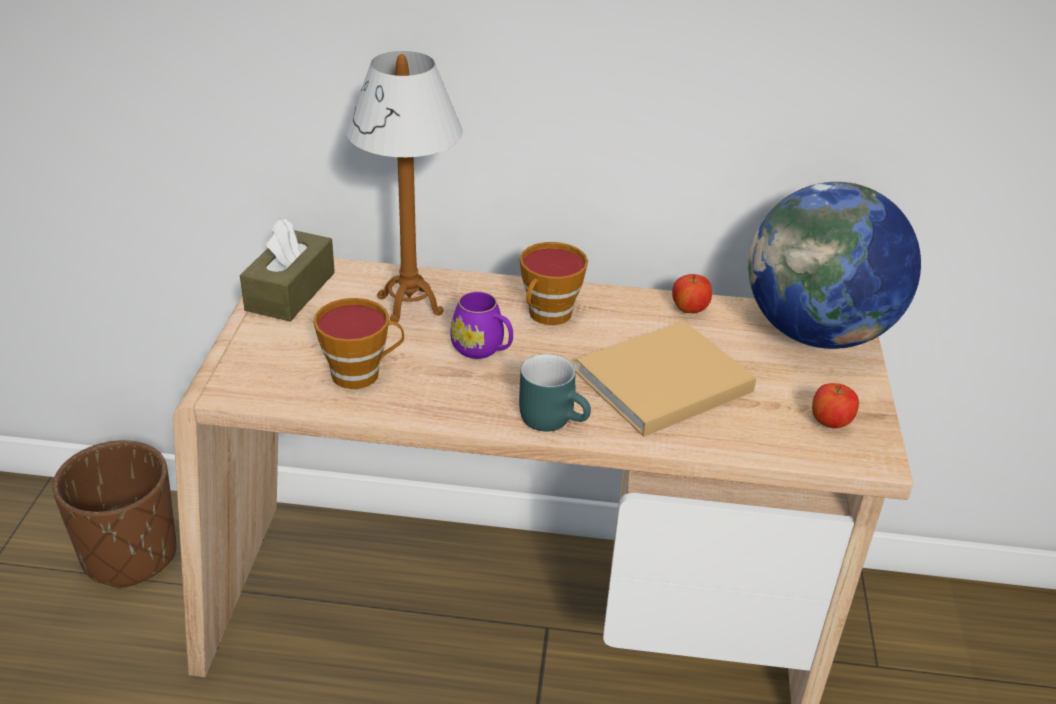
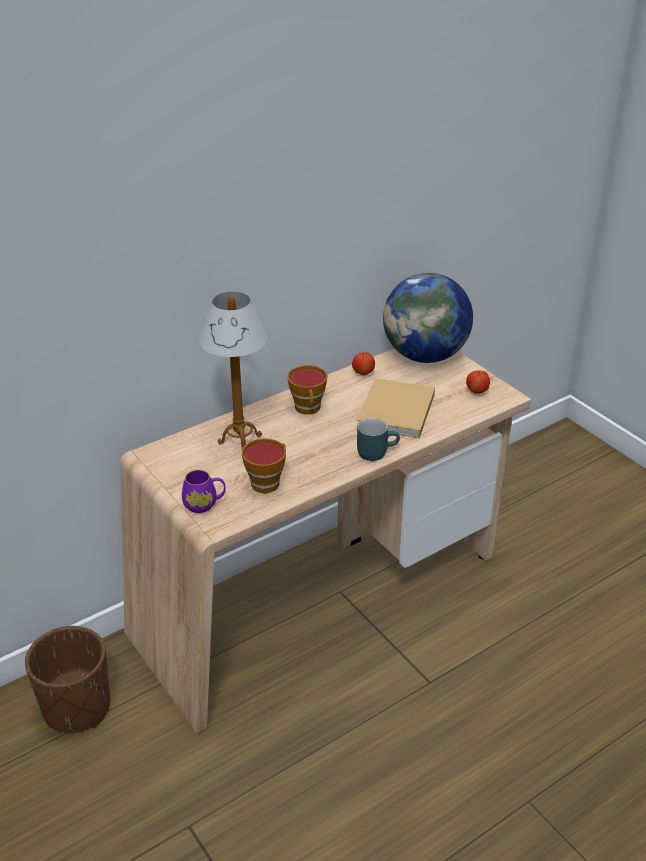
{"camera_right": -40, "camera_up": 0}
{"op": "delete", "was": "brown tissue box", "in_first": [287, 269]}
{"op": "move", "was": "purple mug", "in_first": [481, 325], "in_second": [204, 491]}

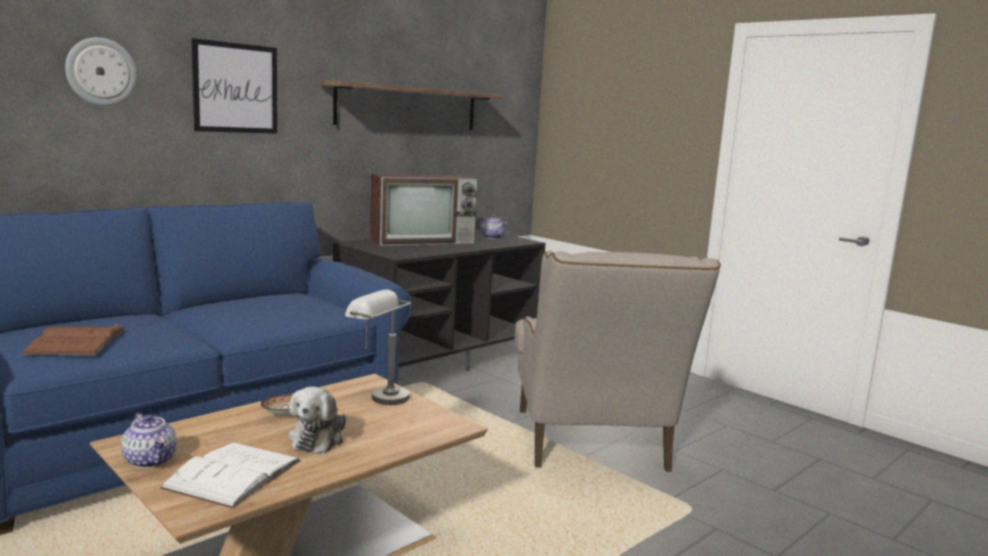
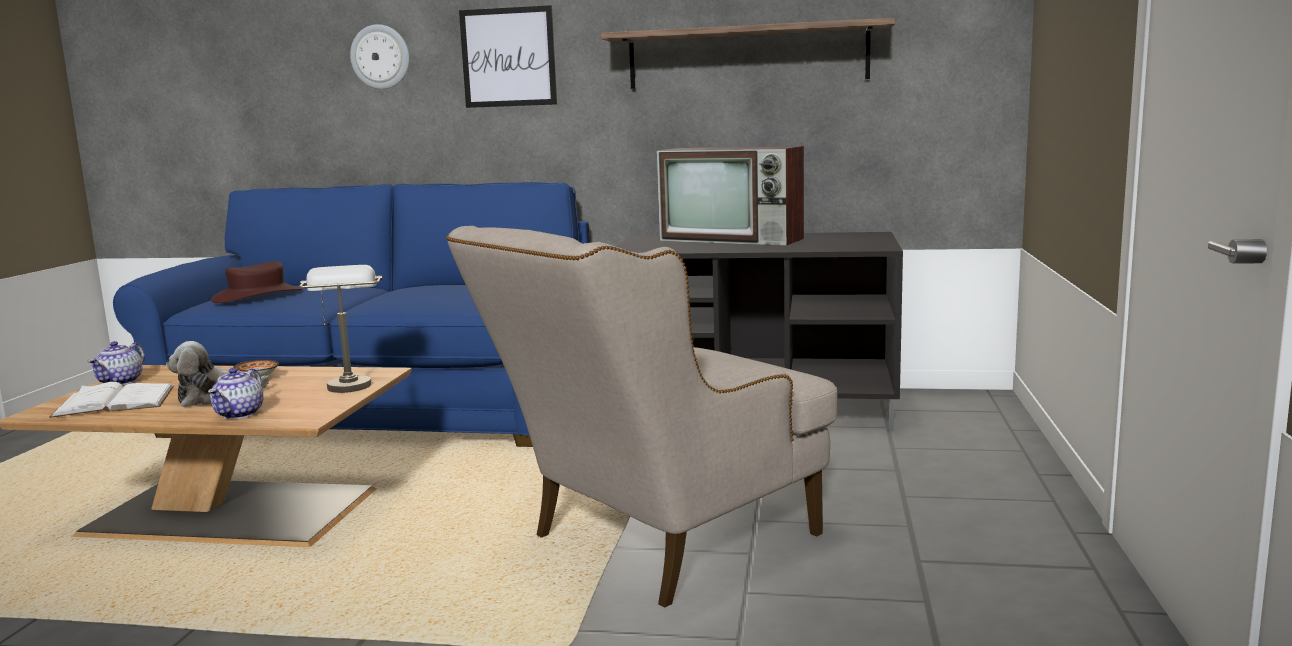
{"camera_right": 55, "camera_up": 0}
{"op": "replace", "was": "brown book", "now": "brown hat", "in_first": [73, 339], "in_second": [257, 282]}
{"op": "move", "was": "teapot", "in_first": [493, 227], "in_second": [235, 393]}

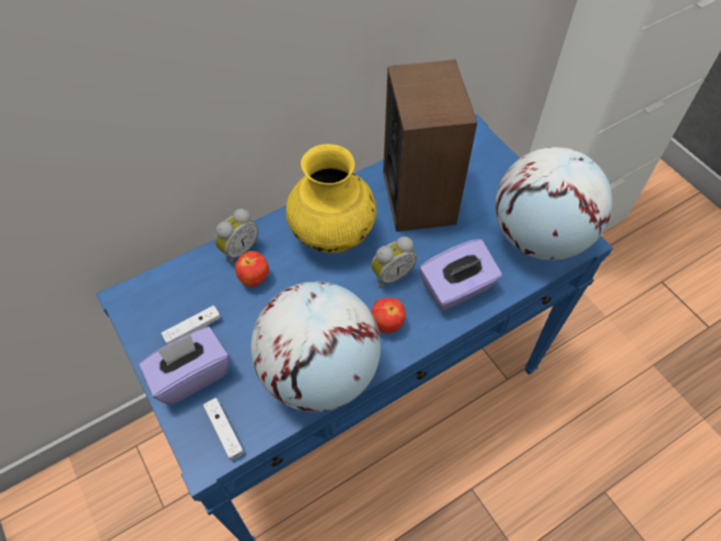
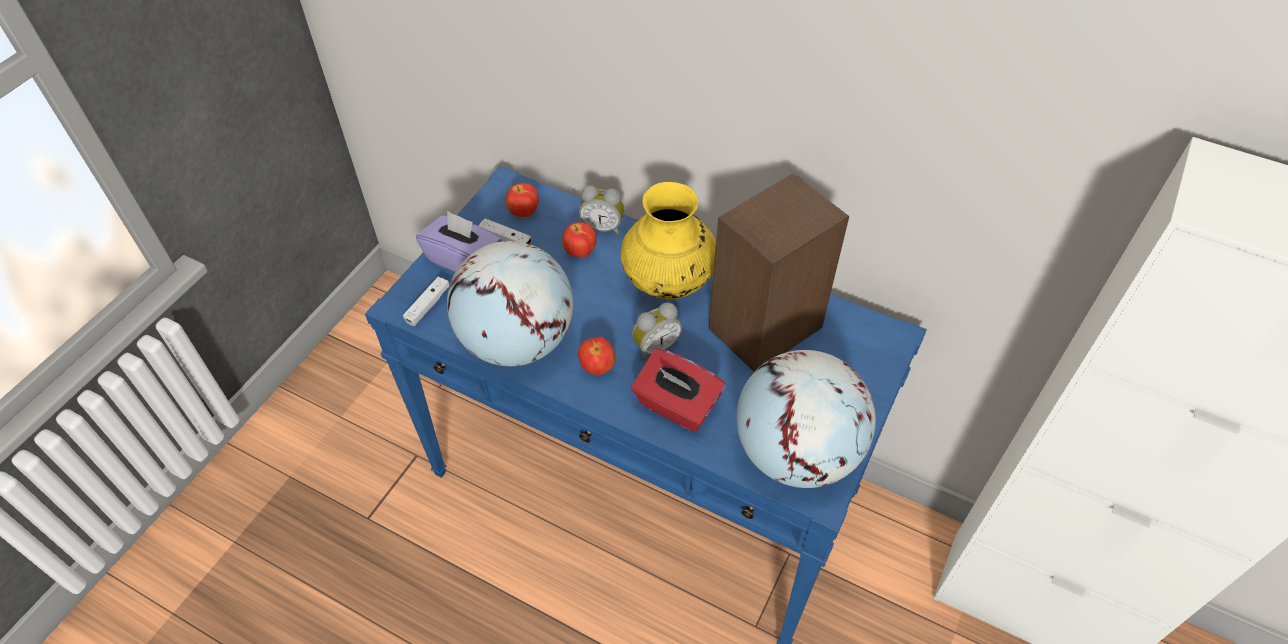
{"camera_right": 60, "camera_up": -5}
{"op": "rotate", "was": "alarm clock", "in_first": [394, 262], "in_second": [657, 331], "clockwise": -60}
{"op": "recolor", "was": "purple tissue box", "now": "red tissue box", "in_first": [460, 275], "in_second": [678, 390]}
{"op": "insert", "now": "apple", "in_second": [522, 200]}

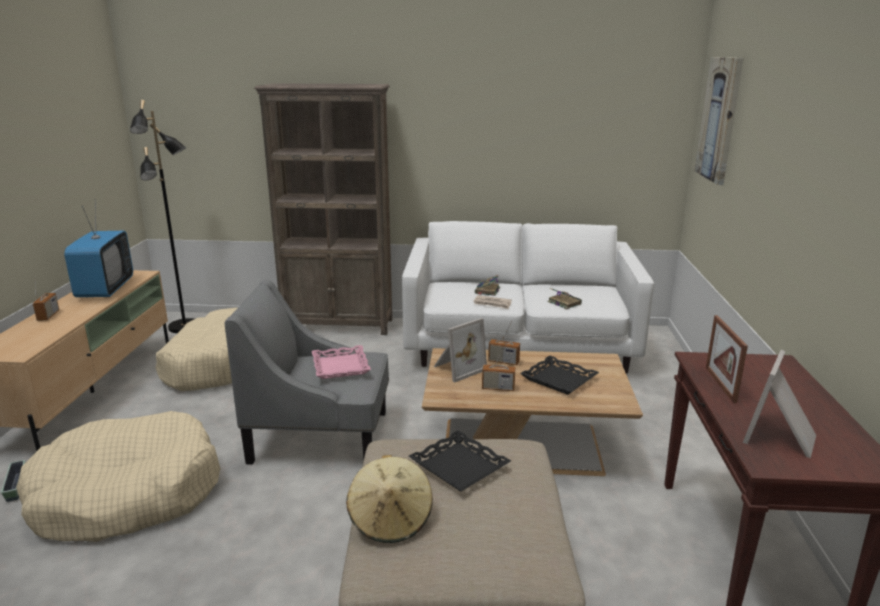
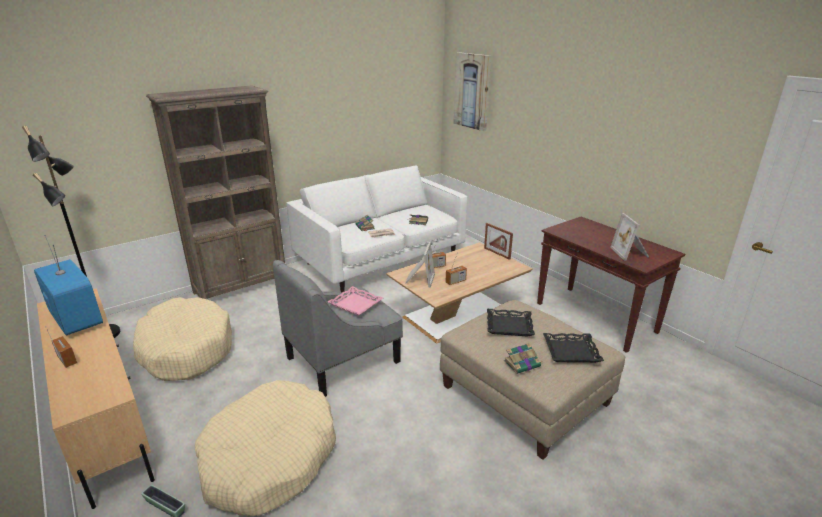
{"camera_right": -40, "camera_up": 5}
{"op": "replace", "was": "beige hat", "now": "book", "in_first": [389, 499], "in_second": [522, 358]}
{"op": "move", "was": "black tray", "in_first": [559, 375], "in_second": [573, 348]}
{"op": "move", "was": "picture frame", "in_first": [727, 359], "in_second": [498, 241]}

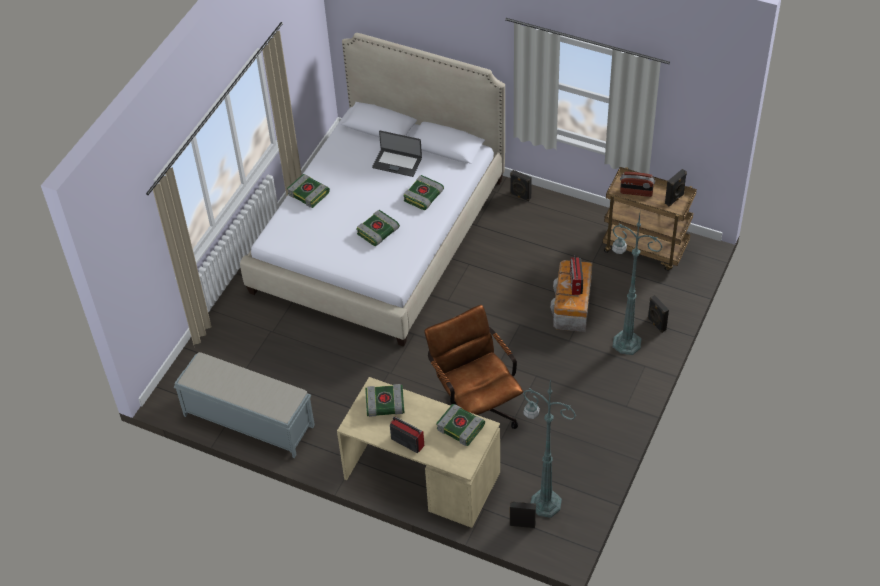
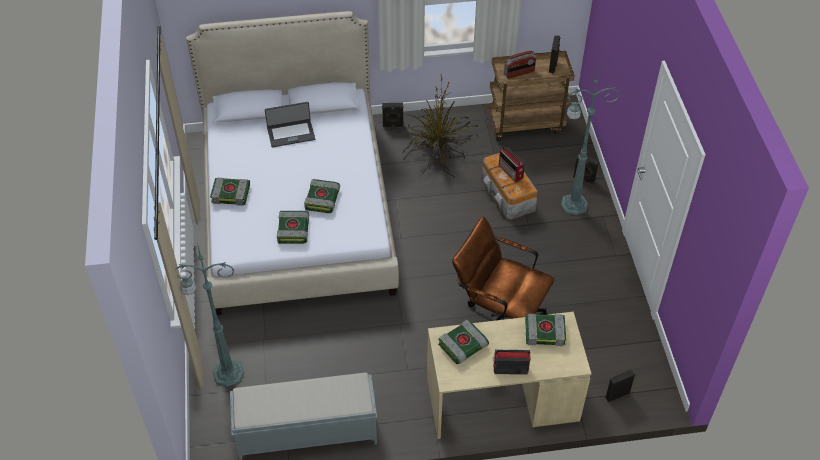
{"camera_right": -35, "camera_up": 0}
{"op": "move", "was": "book", "in_first": [423, 192], "in_second": [293, 227]}
{"op": "move", "was": "green floor lamp", "in_first": [549, 447], "in_second": [210, 315]}
{"op": "insert", "now": "potted plant", "in_second": [438, 126]}

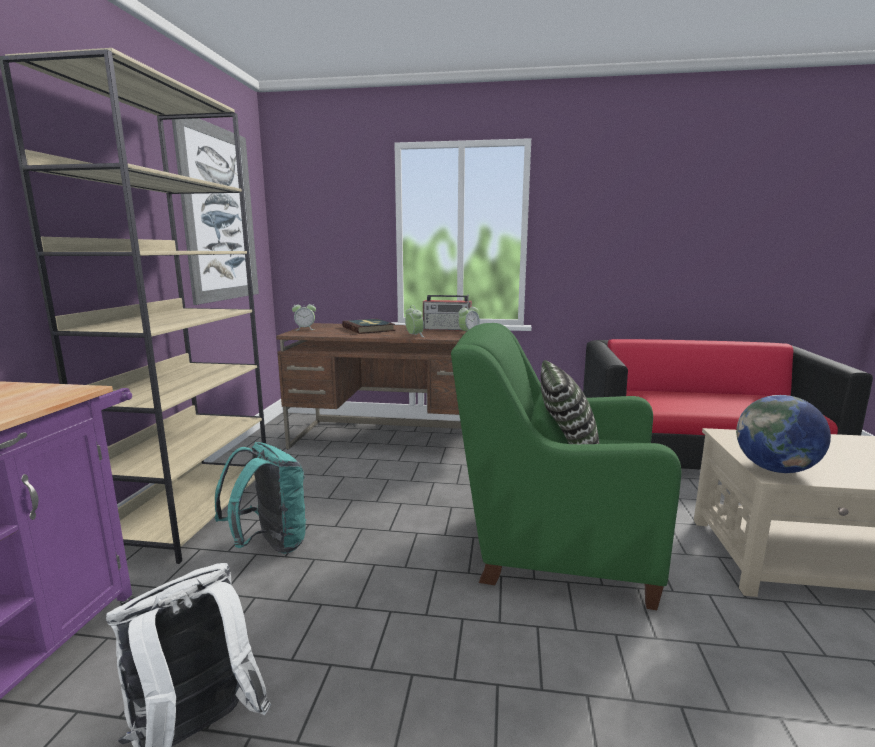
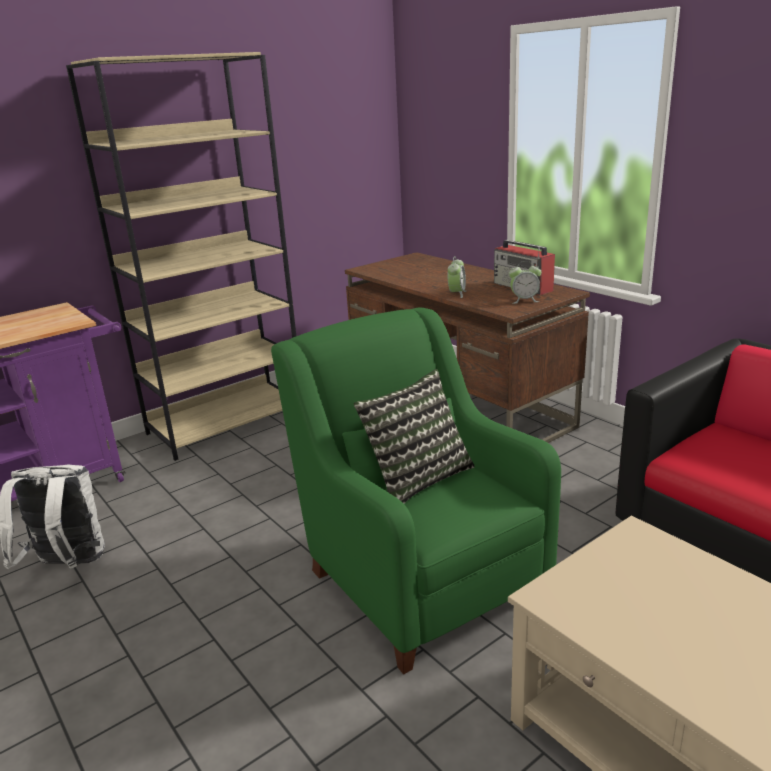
{"camera_right": 45, "camera_up": 10}
{"op": "delete", "was": "picture", "in_first": [215, 211]}
{"op": "delete", "was": "turquoise backpack", "in_first": [261, 498]}
{"op": "delete", "was": "alarm clock", "in_first": [304, 317]}
{"op": "delete", "was": "book", "in_first": [368, 326]}
{"op": "delete", "was": "globe", "in_first": [783, 434]}

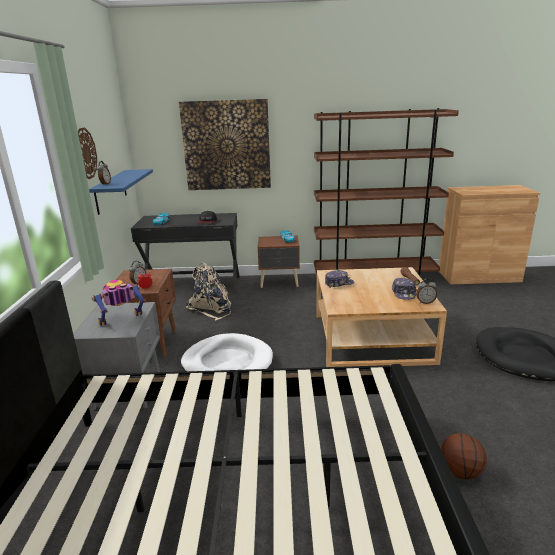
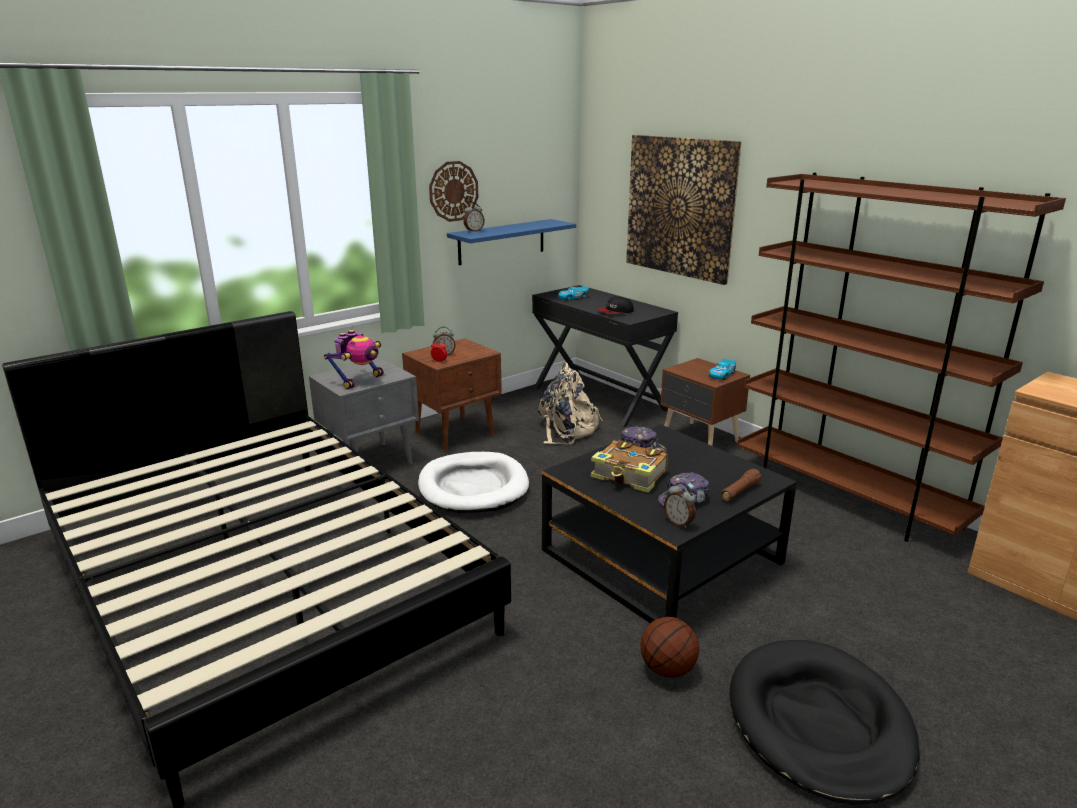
{"camera_right": 50, "camera_up": 0}
{"op": "rotate", "was": "toy robot", "in_first": [119, 303], "in_second": [354, 359], "clockwise": 105}
{"op": "recolor", "was": "beige coffee table", "now": "black coffee table", "in_first": [382, 317], "in_second": [669, 523]}
{"op": "move", "was": "basketball", "in_first": [464, 456], "in_second": [670, 647]}
{"op": "insert", "now": "book", "in_second": [629, 466]}

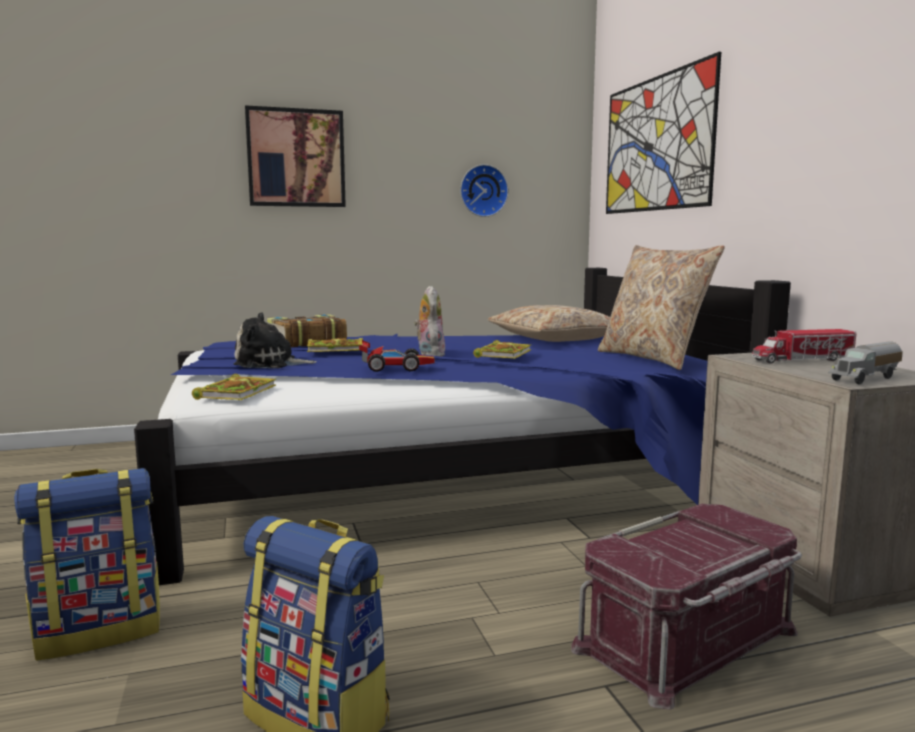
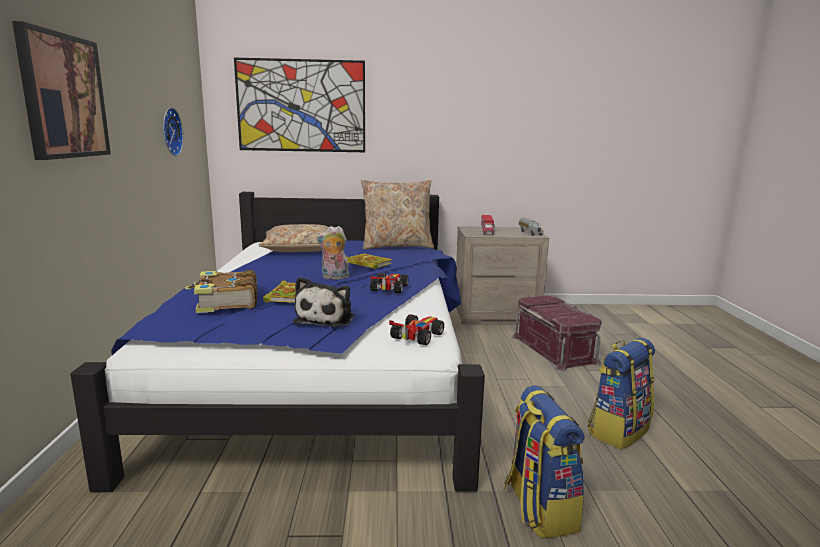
{"camera_right": -75, "camera_up": 5}
{"op": "replace", "was": "book", "now": "toy car", "in_first": [234, 387], "in_second": [416, 329]}

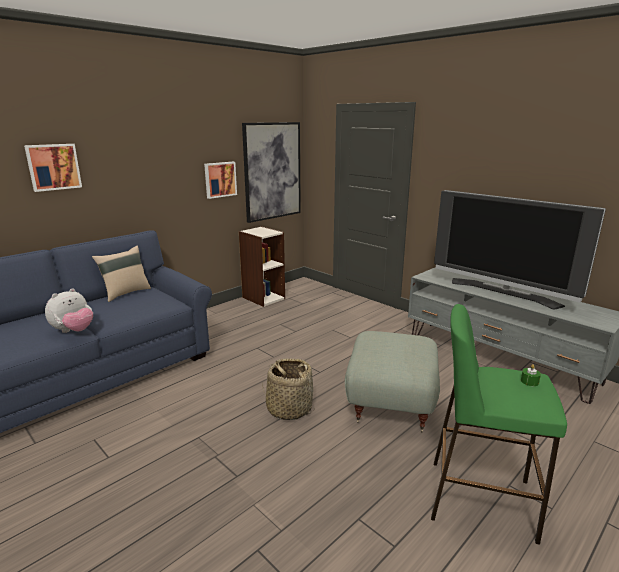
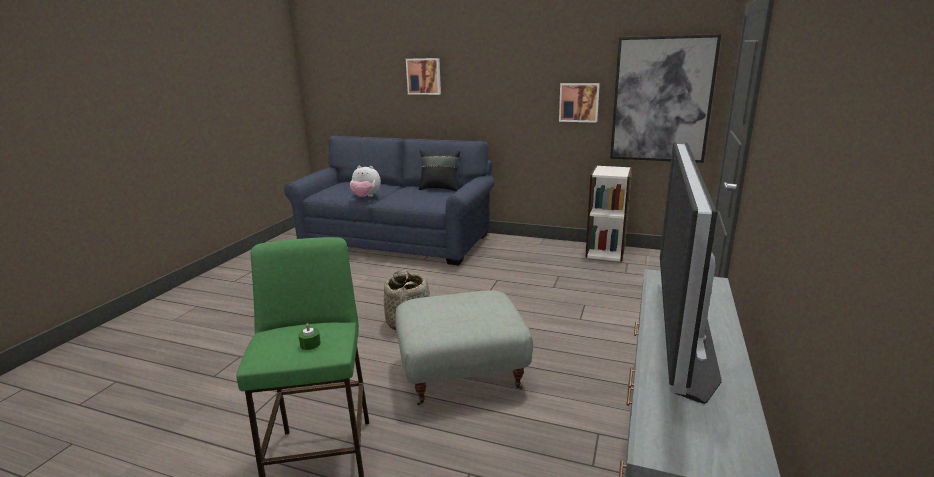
{"camera_right": 65, "camera_up": 0}
{"op": "recolor", "was": "beige pillow", "now": "black pillow", "in_first": [121, 274], "in_second": [439, 170]}

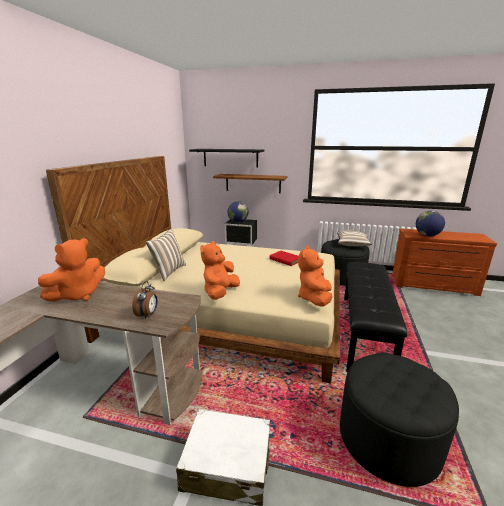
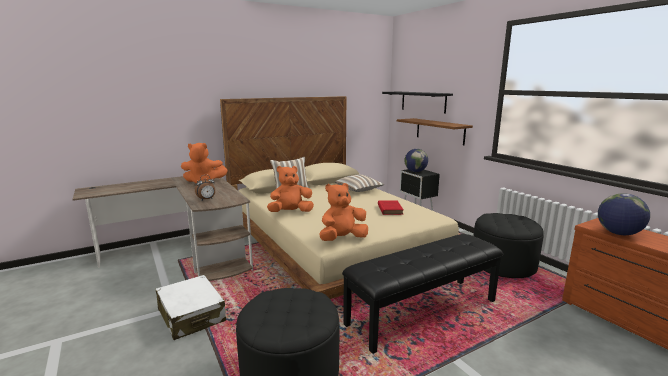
{"camera_right": 45, "camera_up": -5}
{"op": "move", "was": "pillow", "in_first": [354, 238], "in_second": [359, 183]}

